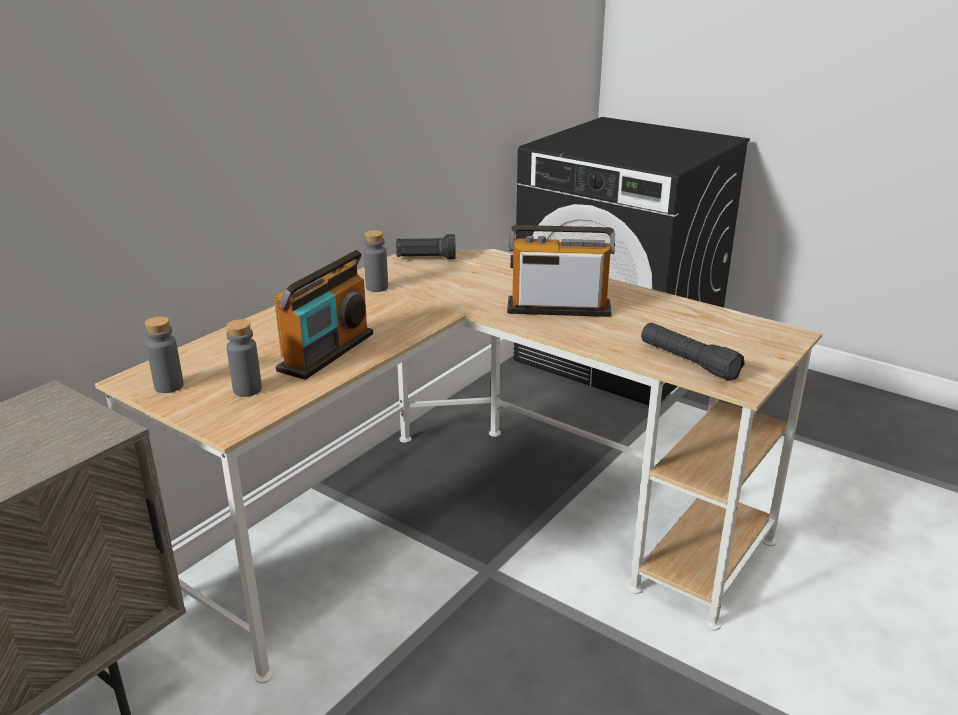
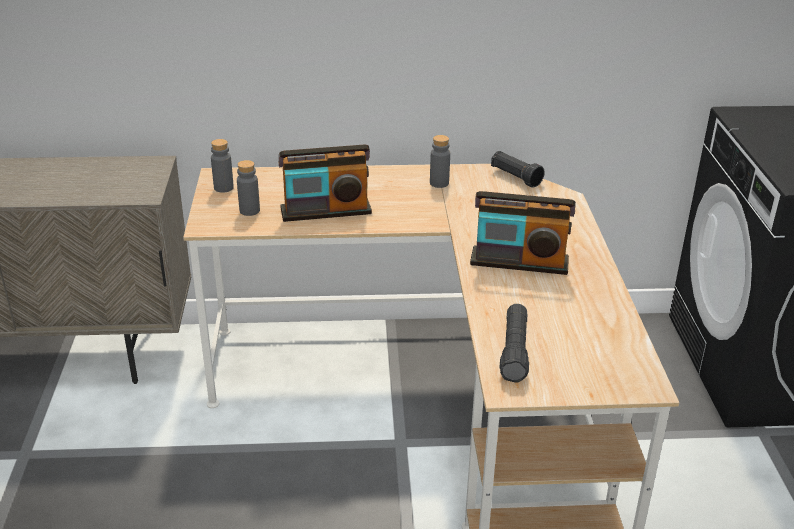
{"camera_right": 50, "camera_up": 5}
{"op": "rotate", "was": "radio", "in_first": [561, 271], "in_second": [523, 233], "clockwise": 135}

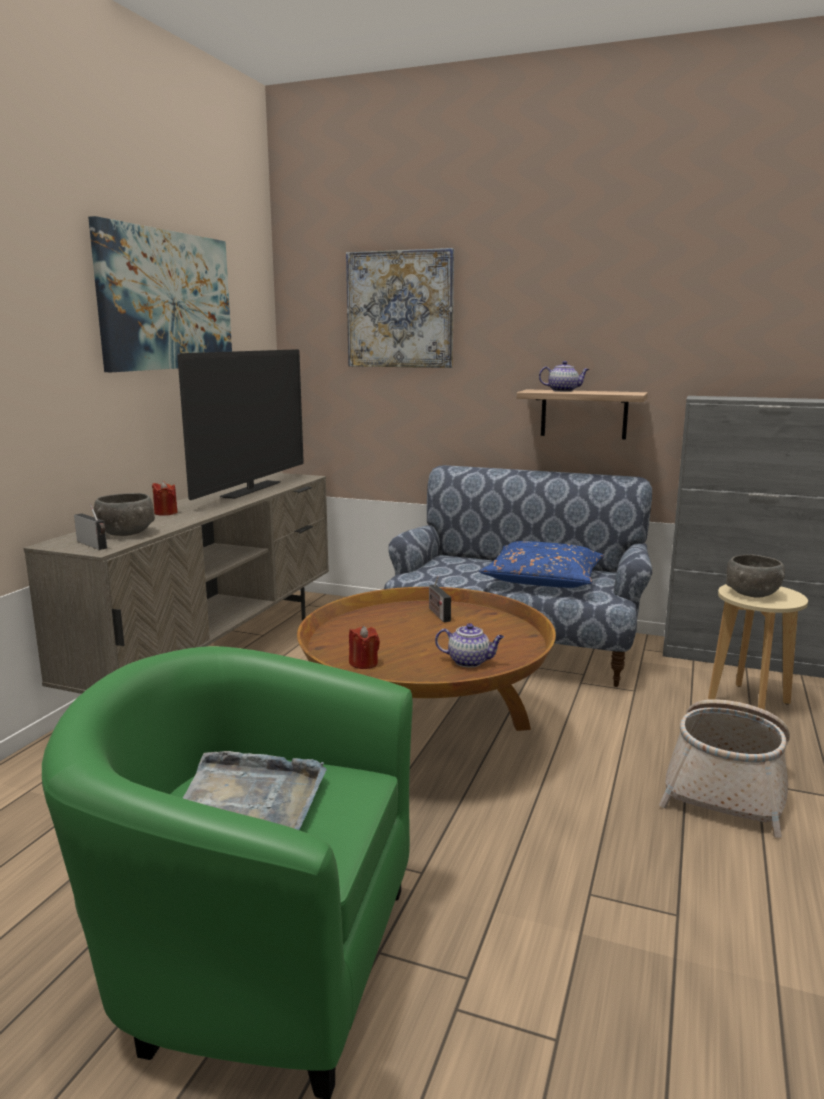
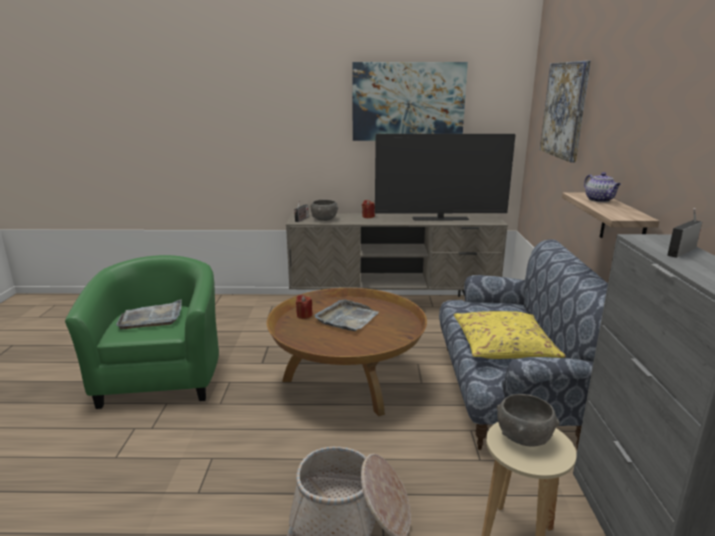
{"camera_right": 70, "camera_up": 5}
{"op": "move", "was": "radio", "in_first": [440, 599], "in_second": [684, 233]}
{"op": "delete", "was": "teapot", "in_first": [469, 645]}
{"op": "recolor", "was": "blue pillow", "now": "yellow pillow", "in_first": [541, 564], "in_second": [510, 335]}
{"op": "insert", "now": "grey tray", "in_second": [346, 315]}

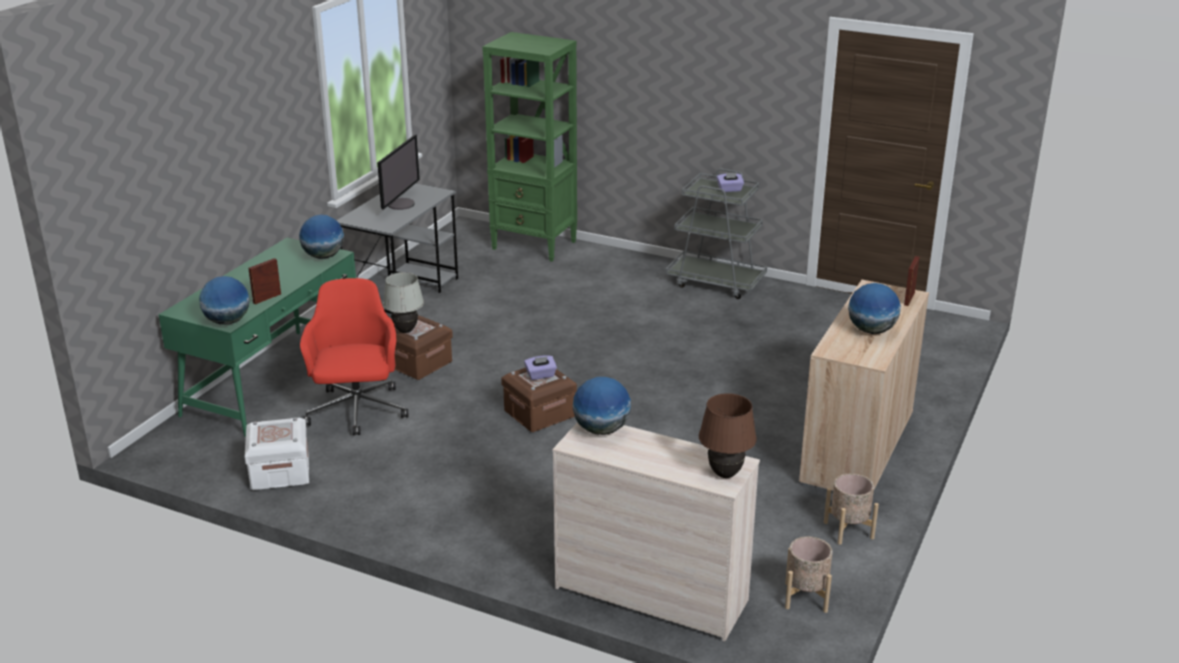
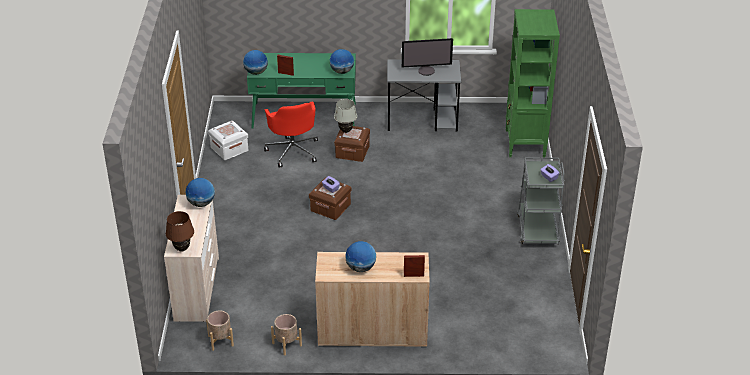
{"camera_right": 65, "camera_up": 10}
{"op": "rotate", "was": "red office chair", "in_first": [354, 356], "in_second": [291, 135], "clockwise": 105}

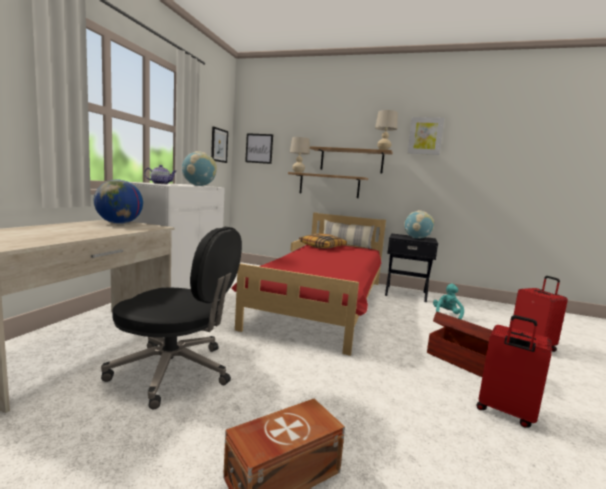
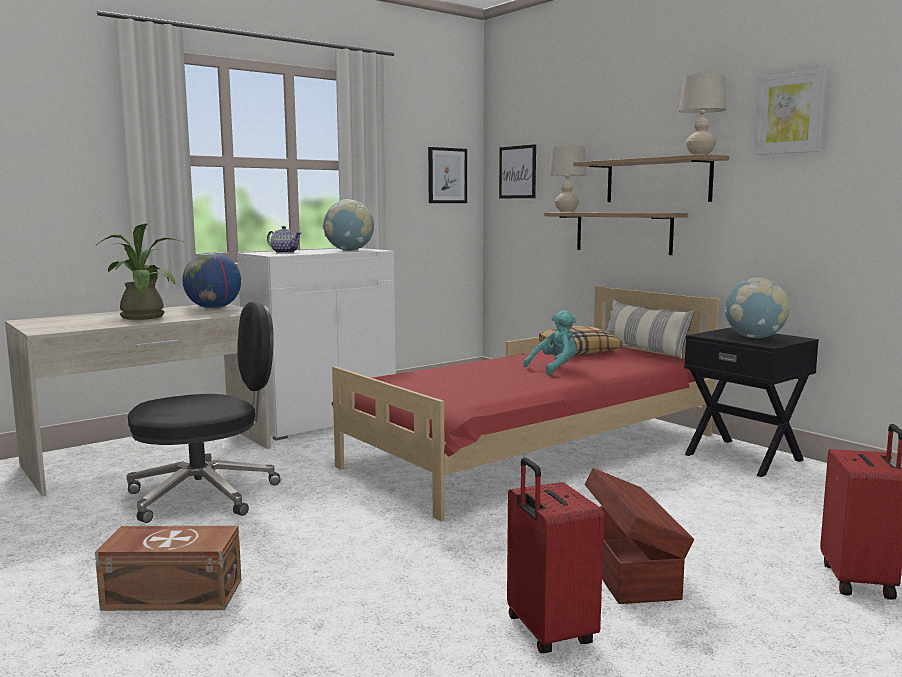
{"camera_right": 35, "camera_up": 0}
{"op": "rotate", "was": "black office chair", "in_first": [171, 318], "in_second": [204, 412], "clockwise": -75}
{"op": "move", "was": "turquoise plush toy", "in_first": [448, 301], "in_second": [549, 342]}
{"op": "insert", "now": "potted plant", "in_second": [139, 271]}

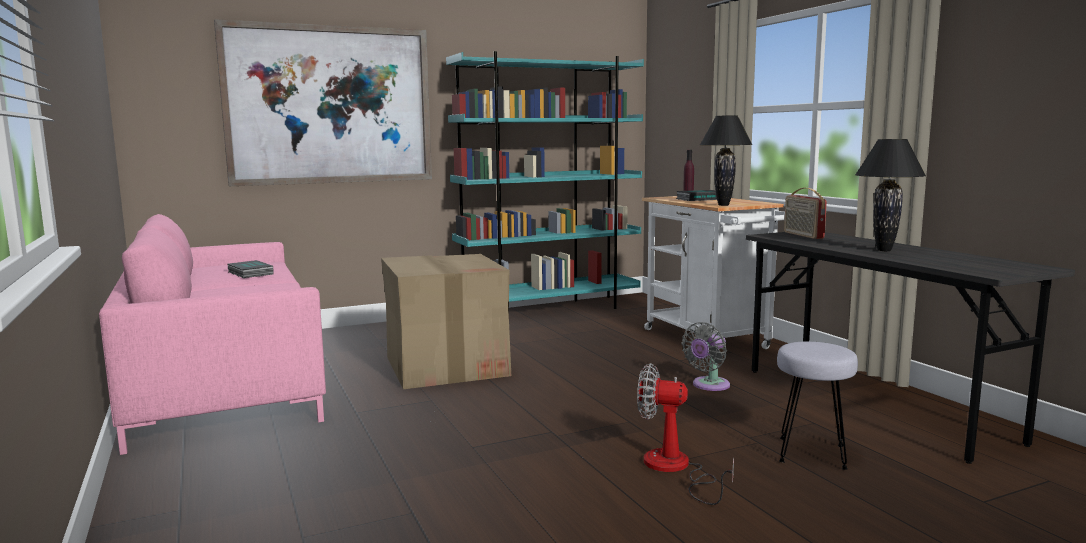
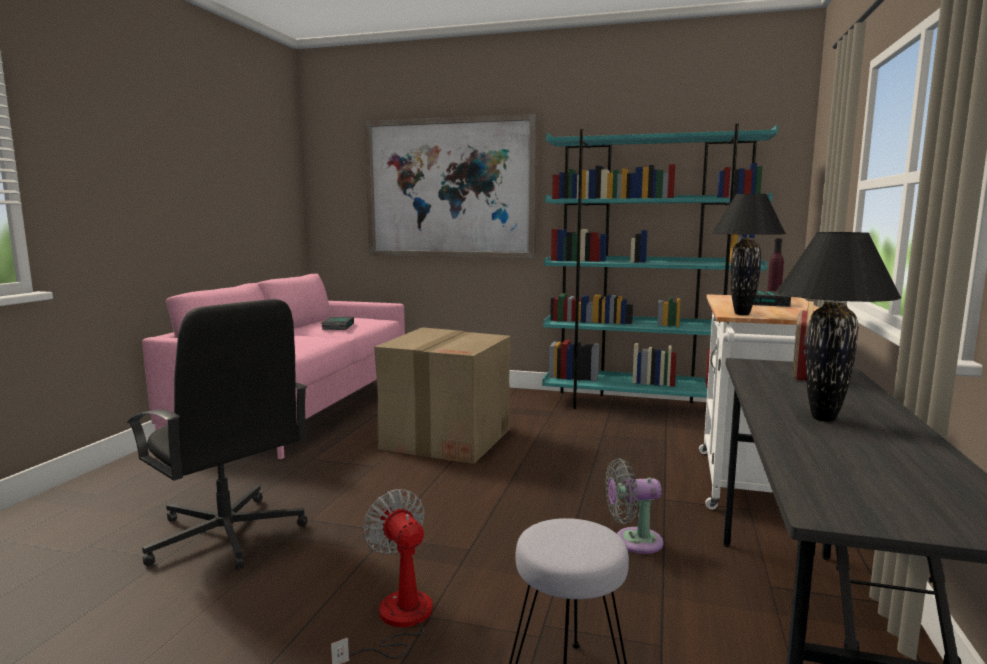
{"camera_right": 40, "camera_up": 0}
{"op": "insert", "now": "black office chair", "in_second": [216, 434]}

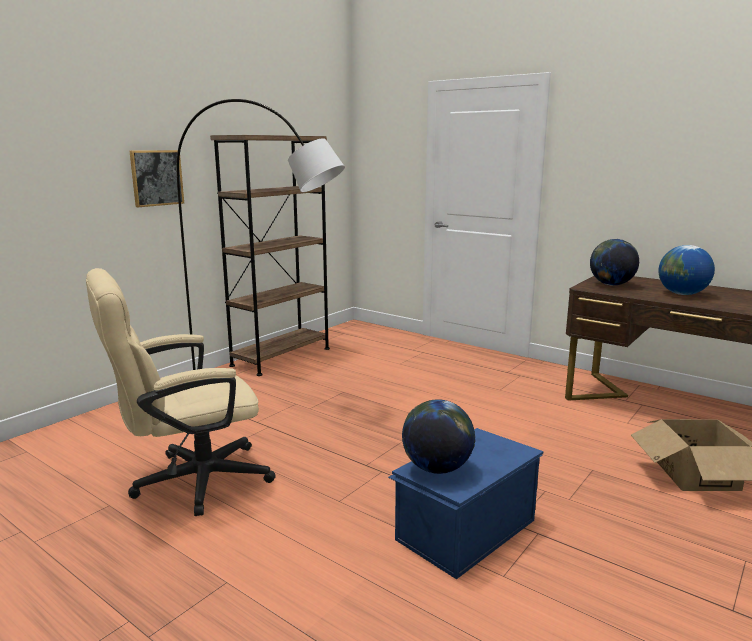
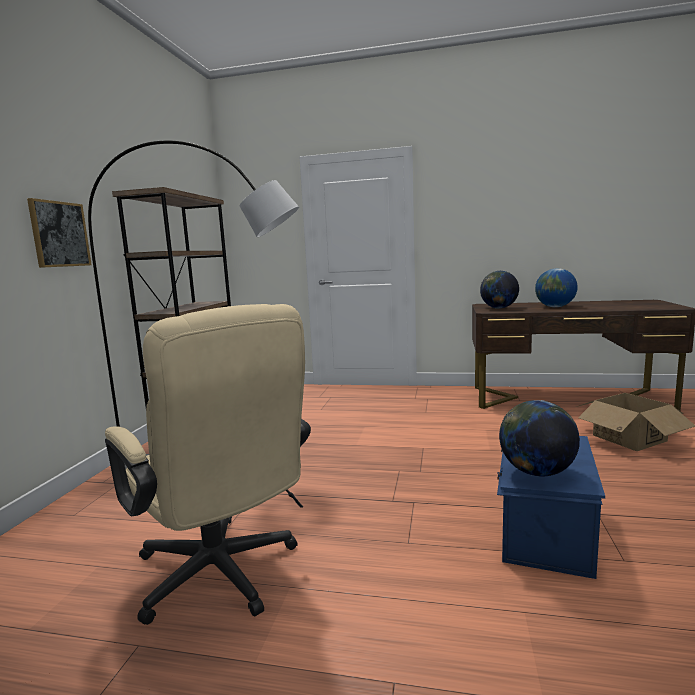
{"camera_right": -25, "camera_up": -5}
{"op": "rotate", "was": "beige office chair", "in_first": [181, 392], "in_second": [208, 464], "clockwise": -75}

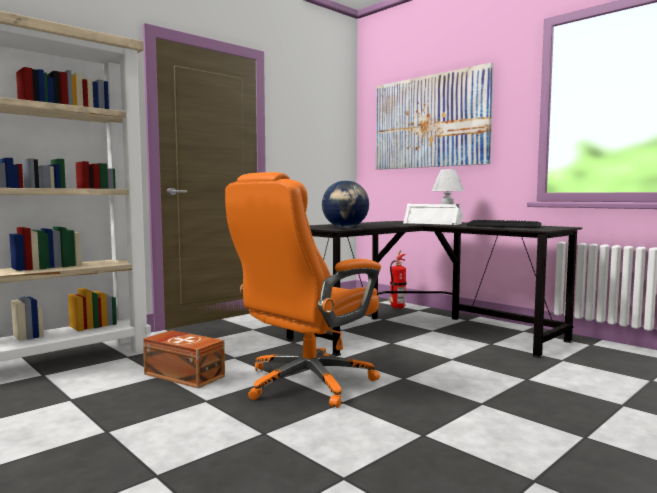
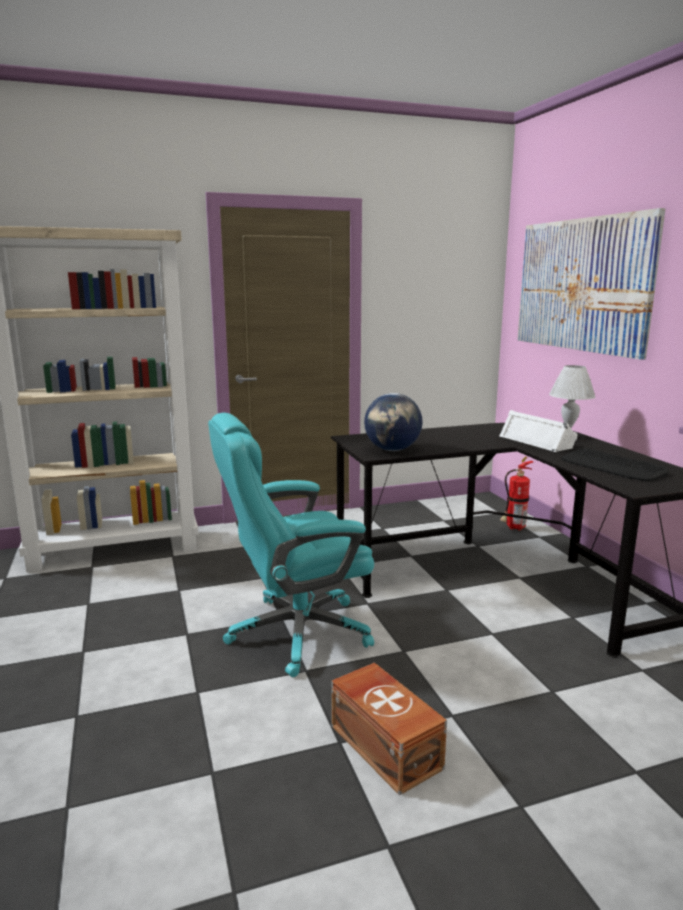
{"camera_right": 25, "camera_up": 10}
{"op": "move", "was": "brown storage box", "in_first": [184, 359], "in_second": [389, 728]}
{"op": "recolor", "was": "orange office chair", "now": "turquoise office chair", "in_first": [303, 290], "in_second": [291, 545]}

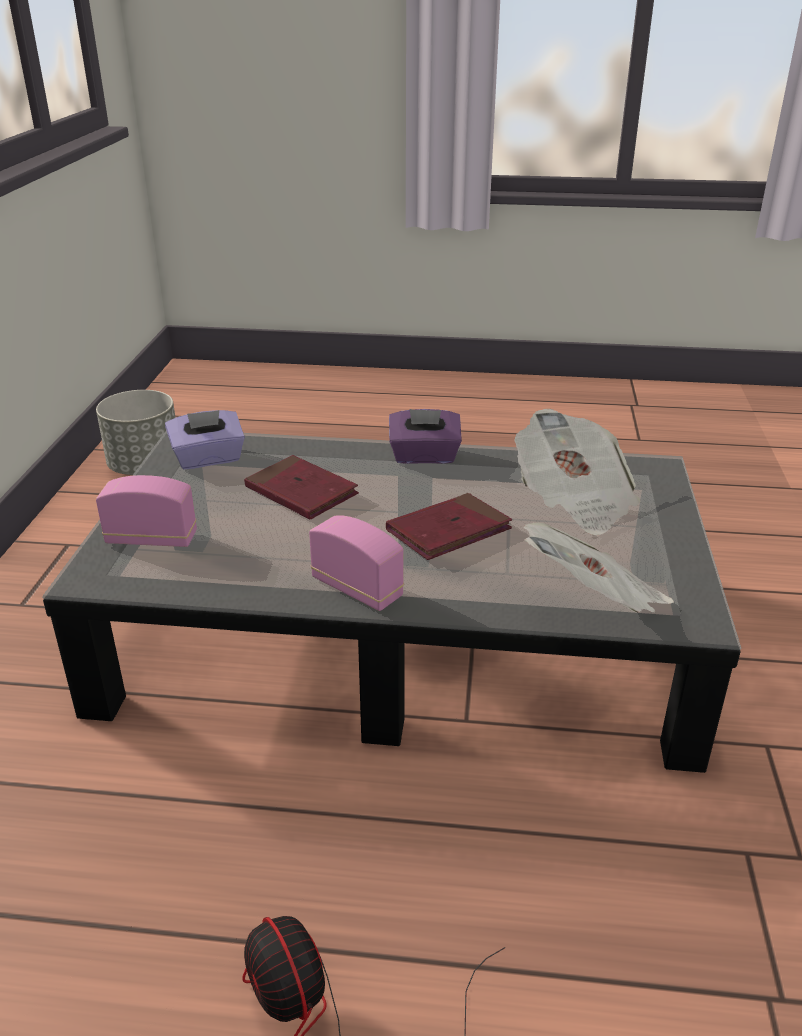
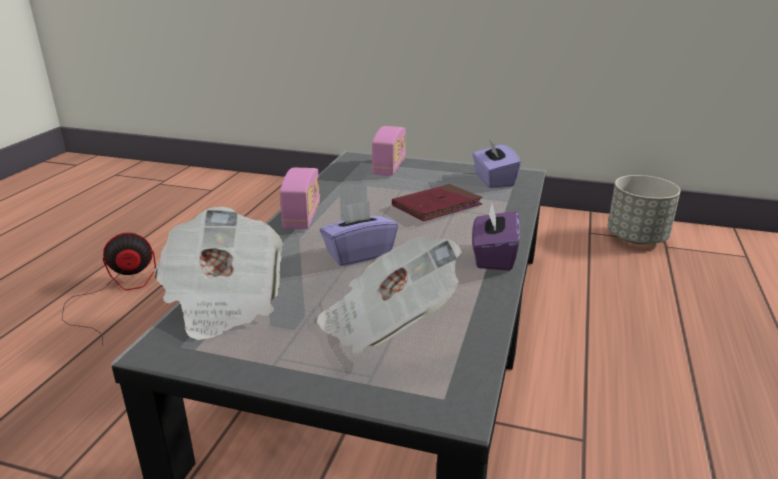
{"camera_right": 100, "camera_up": -5}
{"op": "rotate", "was": "radio", "in_first": [356, 563], "in_second": [300, 198], "clockwise": -45}
{"op": "replace", "was": "red book", "now": "purple tissue box", "in_first": [449, 526], "in_second": [359, 233]}

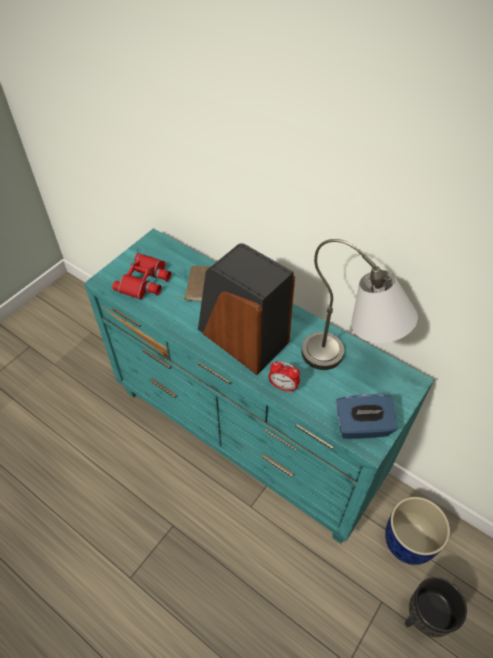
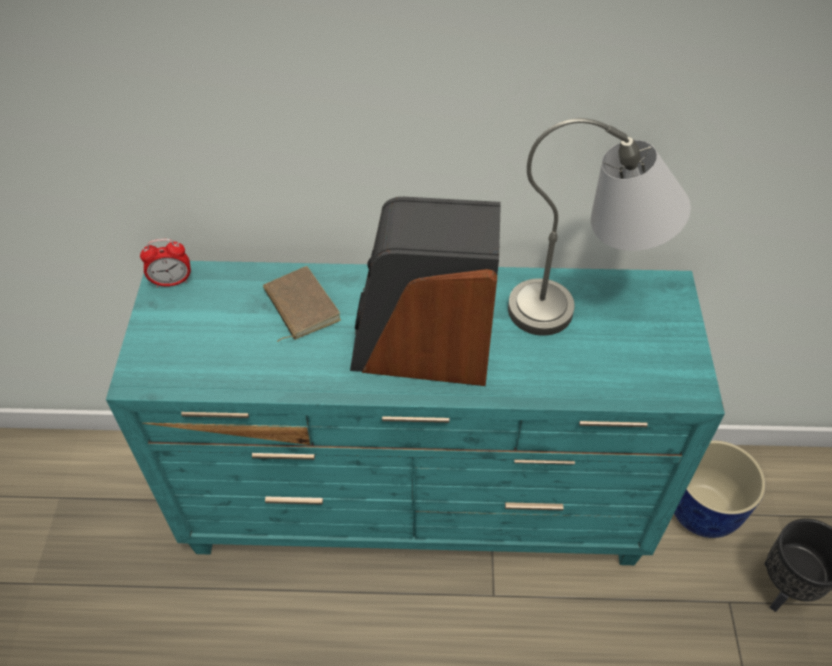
{"camera_right": -35, "camera_up": 0}
{"op": "delete", "was": "red binoculars", "in_first": [141, 276]}
{"op": "move", "was": "alarm clock", "in_first": [284, 377], "in_second": [165, 263]}
{"op": "delete", "was": "blue tissue box", "in_first": [366, 416]}

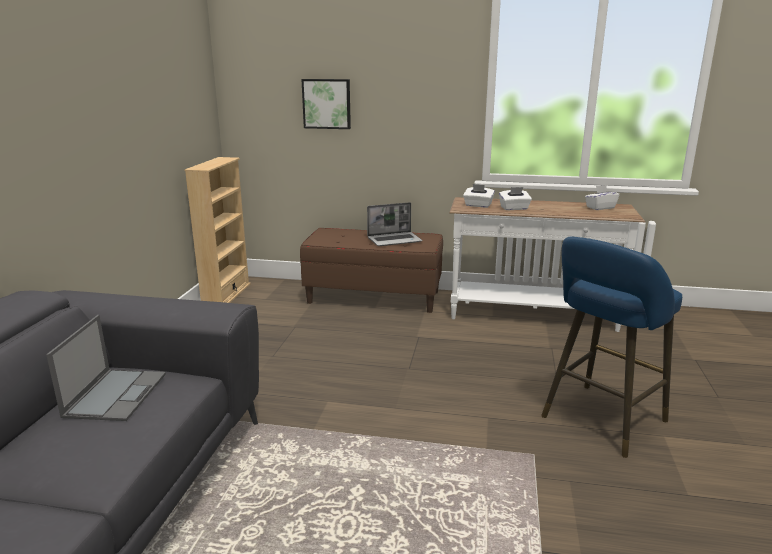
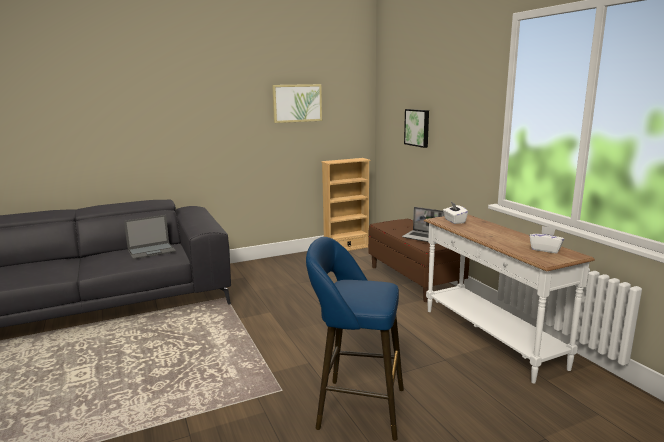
{"camera_right": 55, "camera_up": -5}
{"op": "delete", "was": "white tissue box", "in_first": [515, 198]}
{"op": "insert", "now": "picture", "in_second": [297, 103]}

